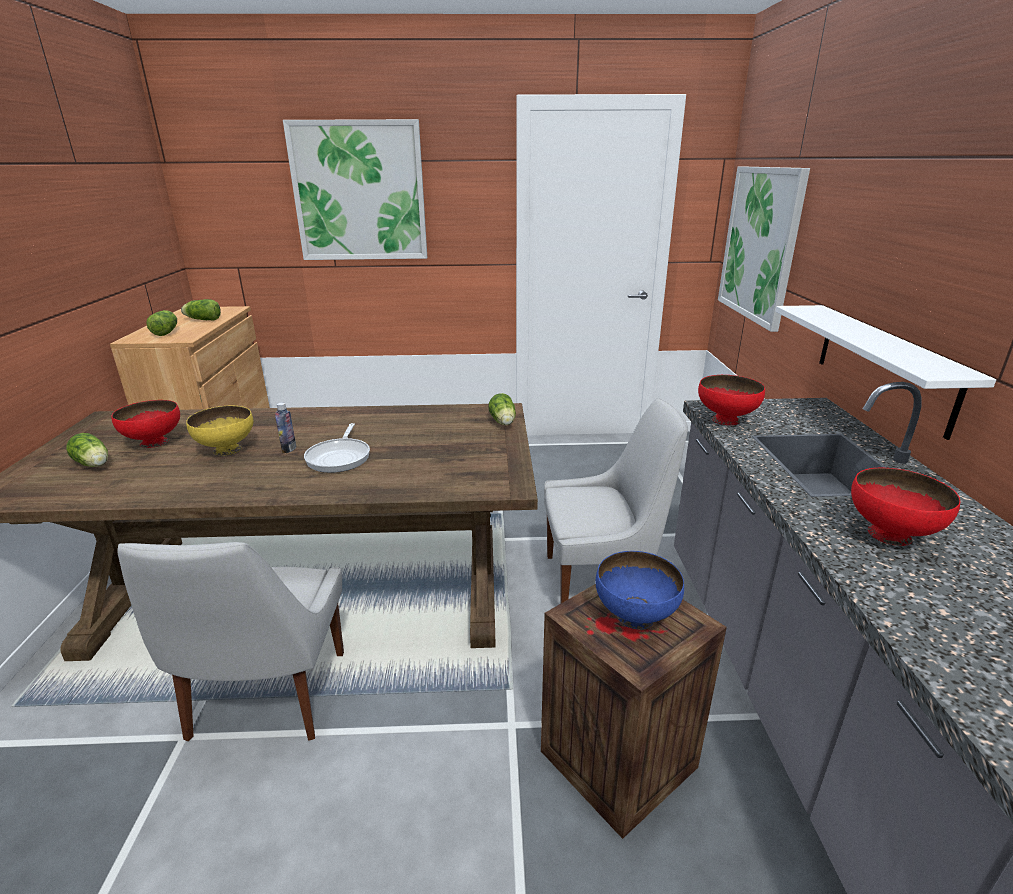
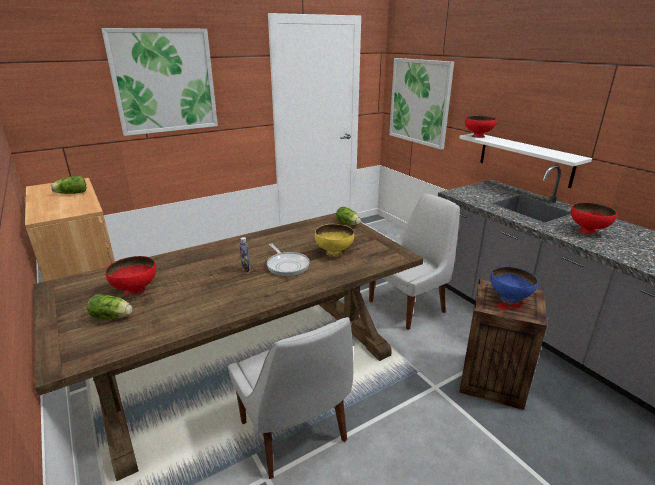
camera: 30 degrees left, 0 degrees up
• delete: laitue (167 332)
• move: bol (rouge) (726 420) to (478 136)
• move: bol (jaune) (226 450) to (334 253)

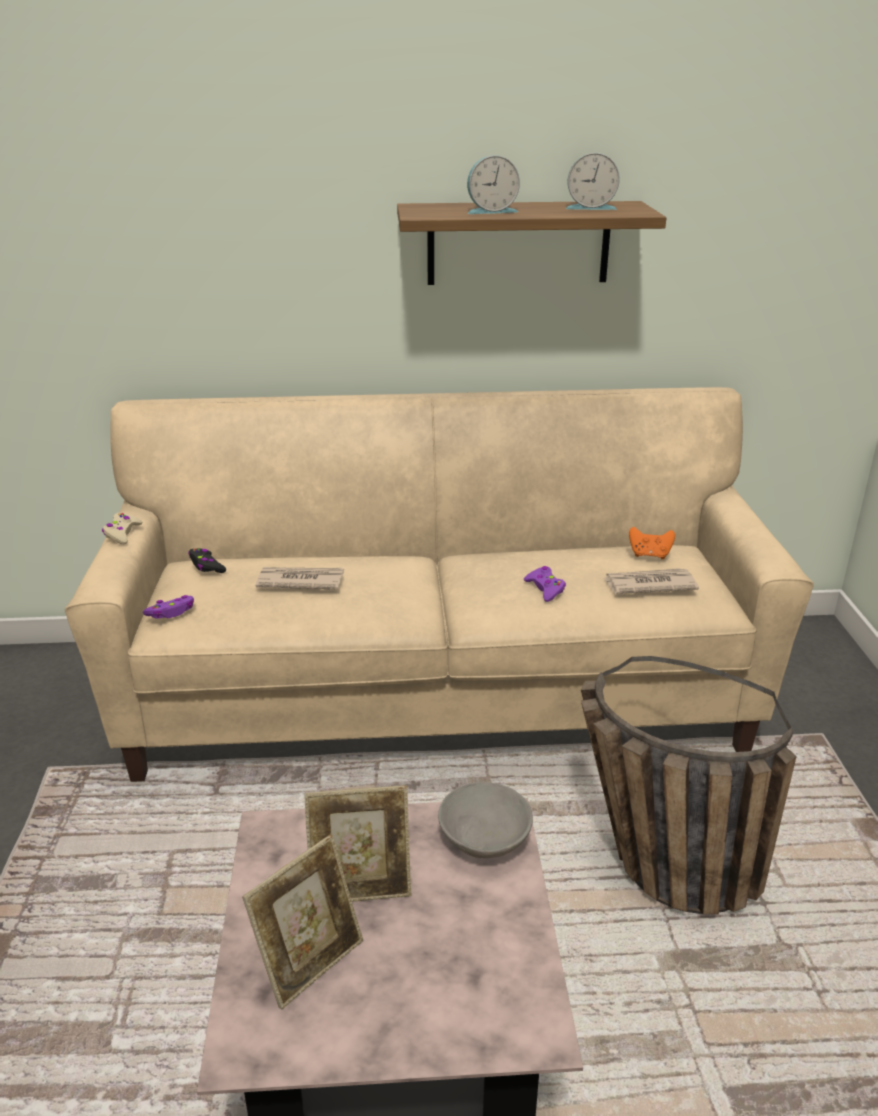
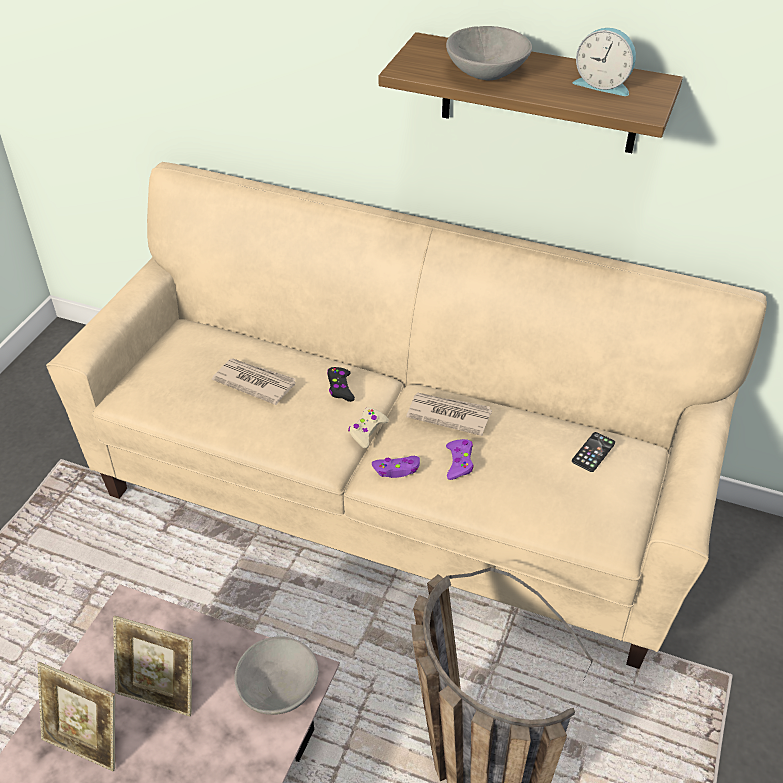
camera: 25 degrees right, 15 degrees up
• replace: réveil (490 211) to bol (gris) (487 73)
• move: manette (beige) (122 533) to (367 431)
• replace: manette (orange) (649 555) to téléphone (593 452)
• move: manette (noir) (206 566) to (340 388)
• move: journal (648 584) to (448 415)
• move: manette (violet) (171 612) to (397 470)
• rotate: cadre photo (310 961) = (87 740) 45 degrees clockwise

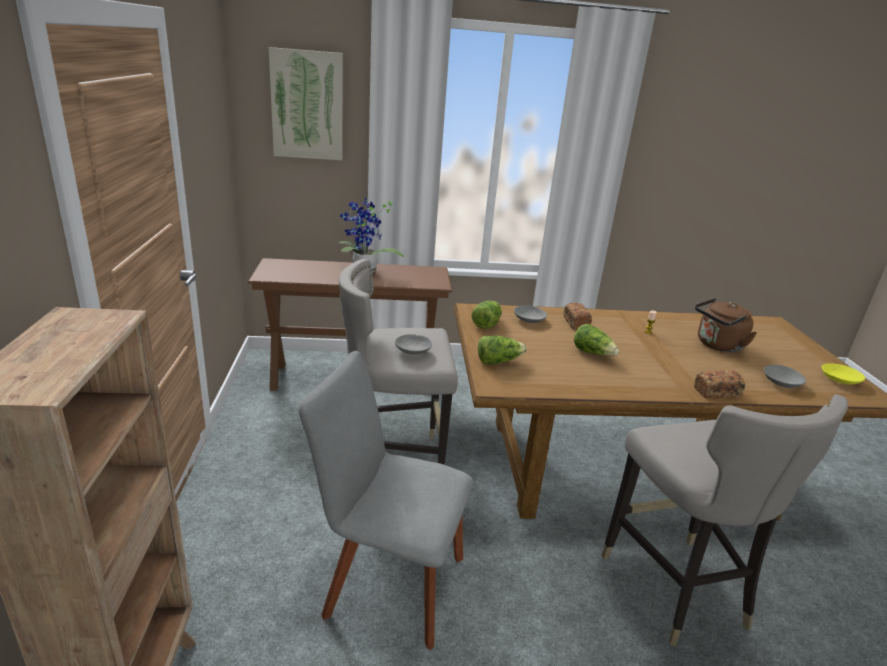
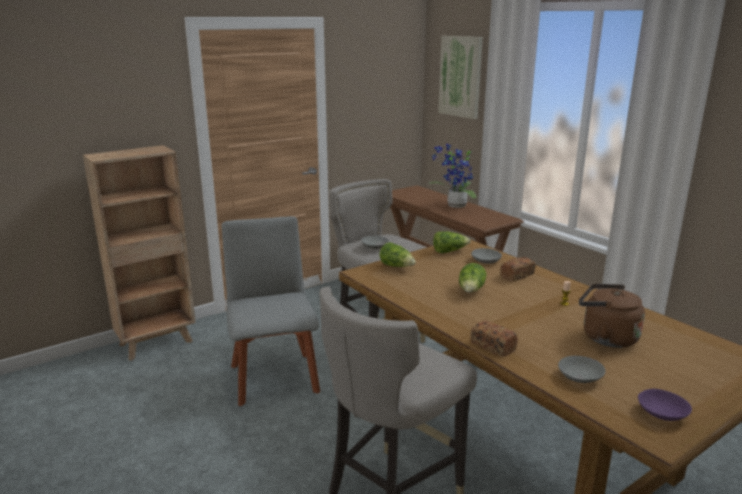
camera: 60 degrees right, 5 degrees down
• recolor: bol (jaune) (839 380) to bol (violet) (662 412)

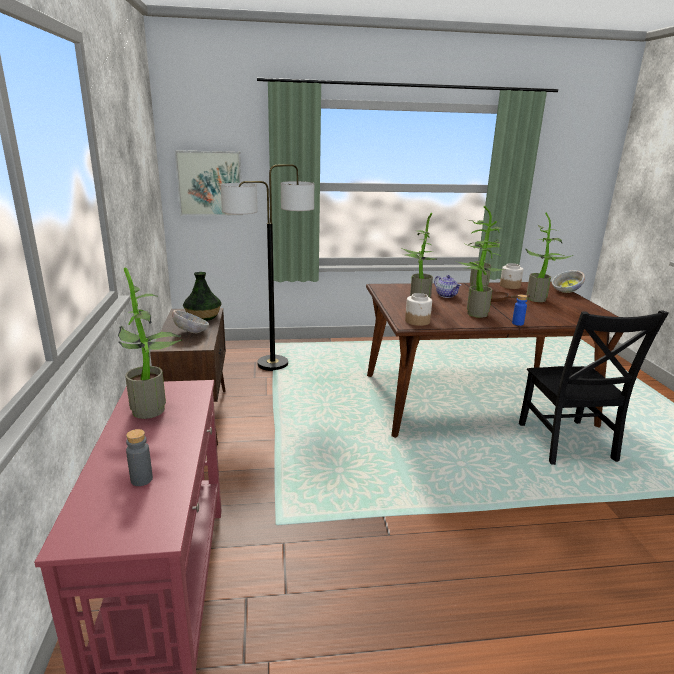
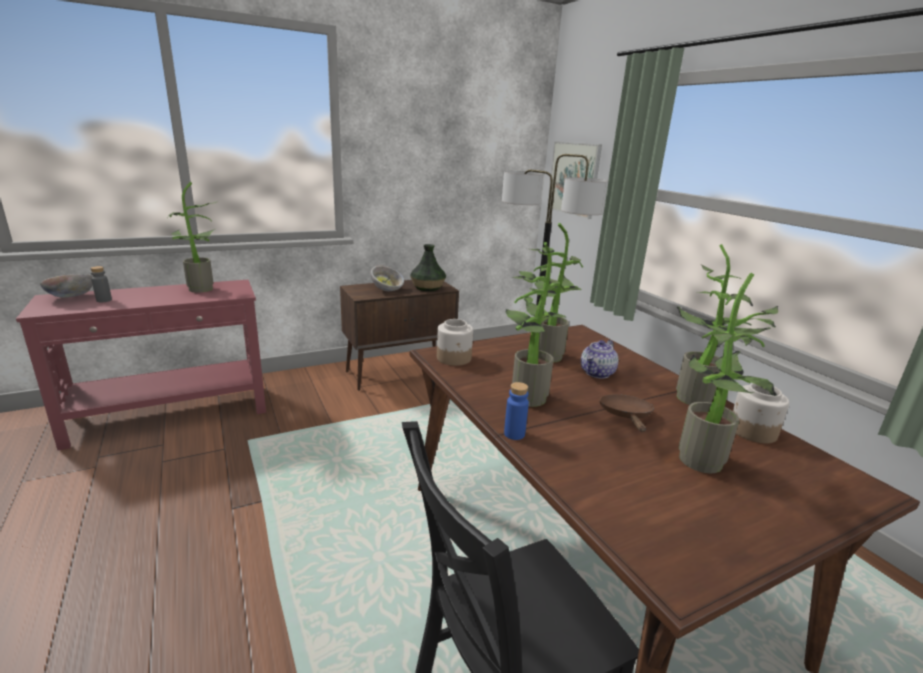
camera: 70 degrees right, 0 degrees up
• move: bol (566 291) to (71 298)

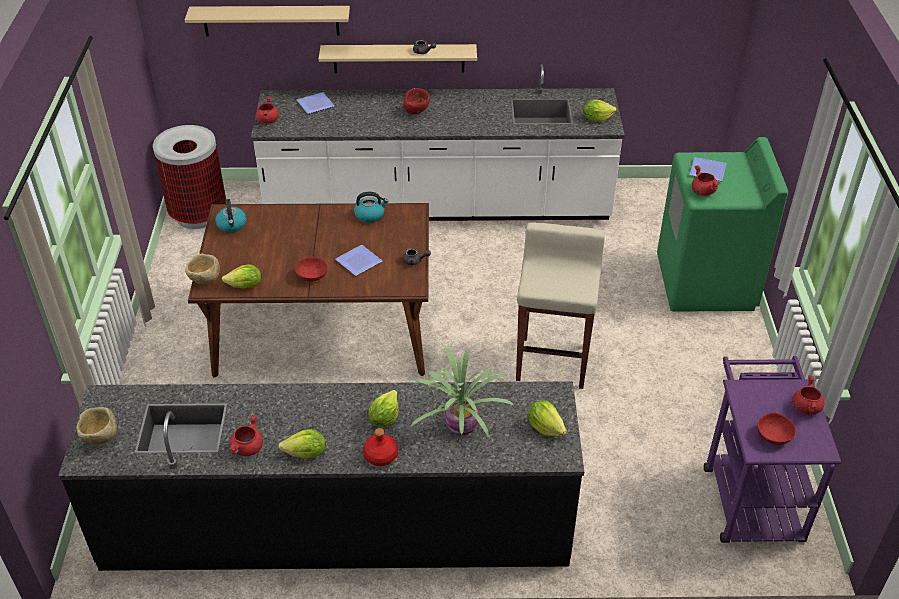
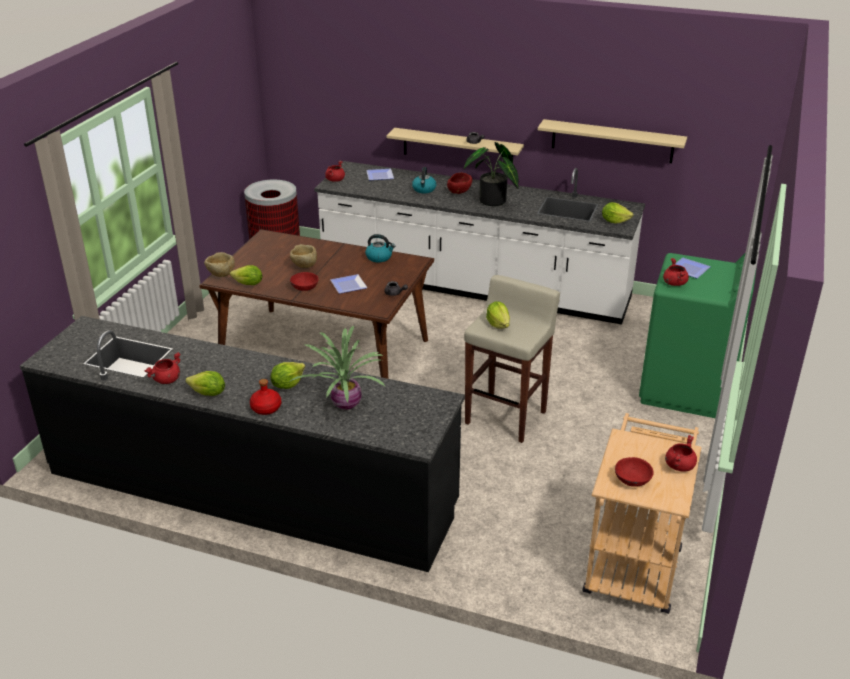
camera: 20 degrees right, 10 degrees down
• move: étagère (beige) (271 20) to (612 141)
• move: bouilloire (232 225) to (424 189)
• recolor: chariot (violet) (750 494) to chariot (beige) (634 562)
• move: laitue (545 427) to (498 324)
• move: bol (beige) (100 437) to (304 266)
• insert: plante en pot (493 202)

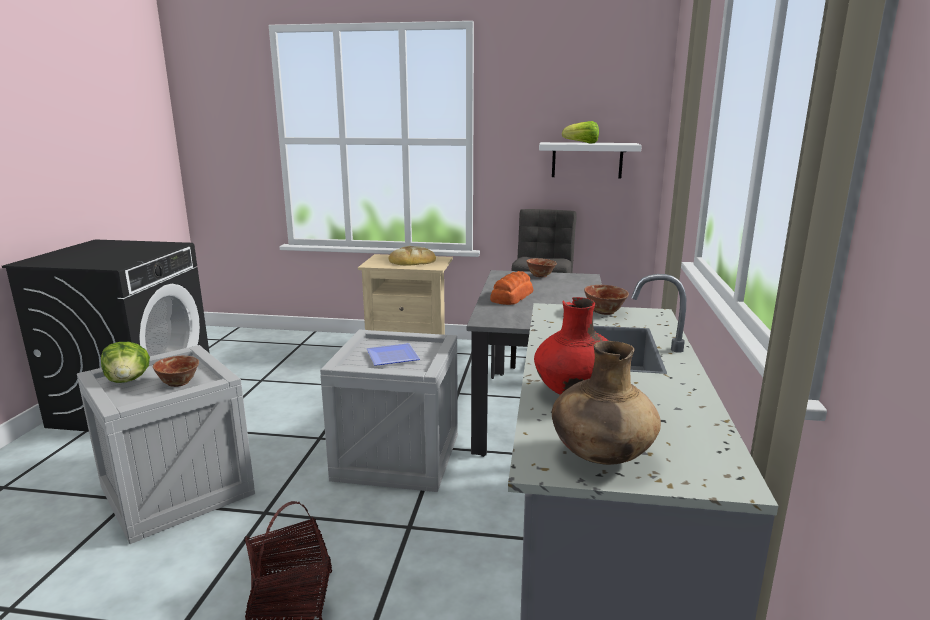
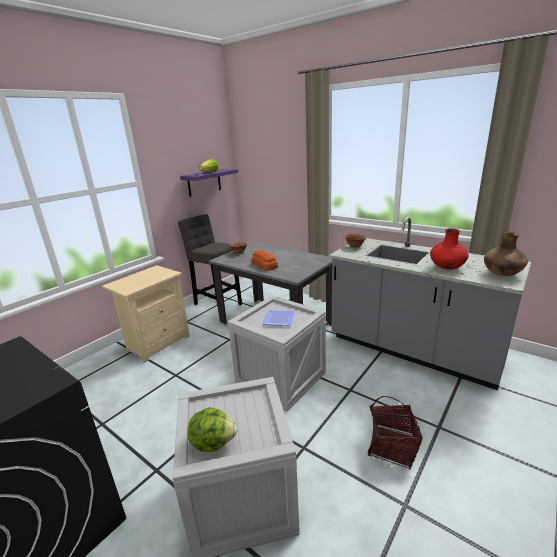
camera: 60 degrees left, 5 degrees up
• recolor: étagère (blanc) (587 160) to étagère (violet) (204 182)
• delete: pain (411 260)
• delete: bol (179 383)

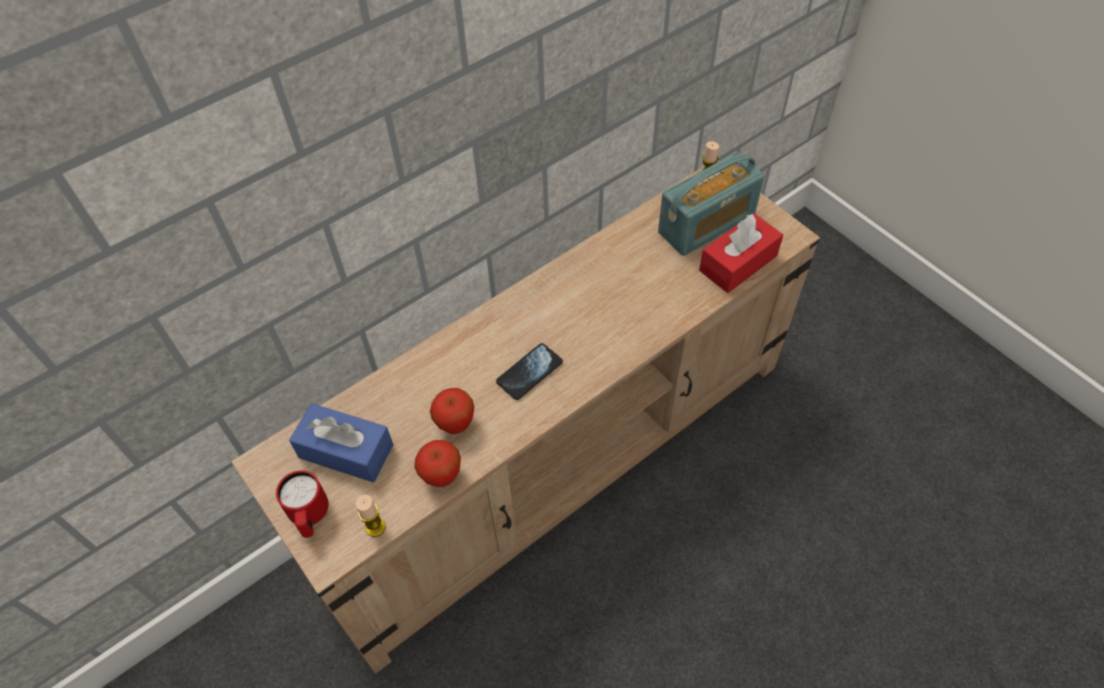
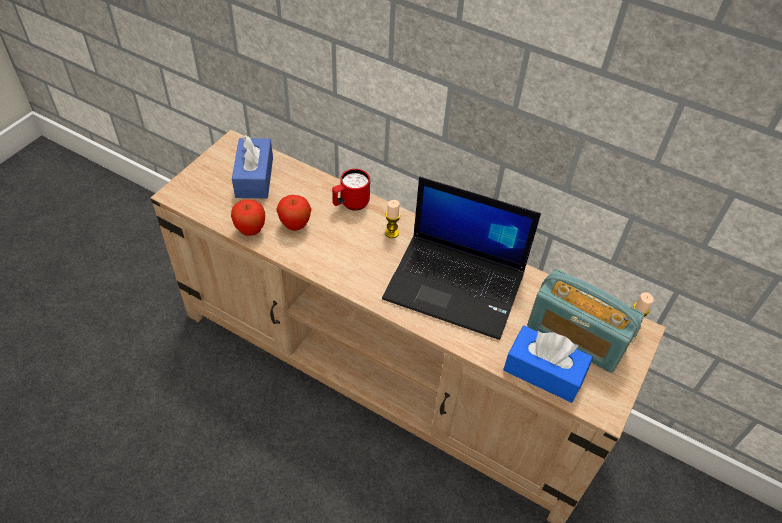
camera: 65 degrees right, 5 degrees down
• recolor: boîte à mouchoirs (rouge) (738 263) to boîte à mouchoirs (bleu) (544 372)
• delete: téléphone (529 372)
• move: mug (rouge) (310 517) to (350 204)
• move: bougie (375 527) to (391 233)
• insert: ordinateur portable (457 285)

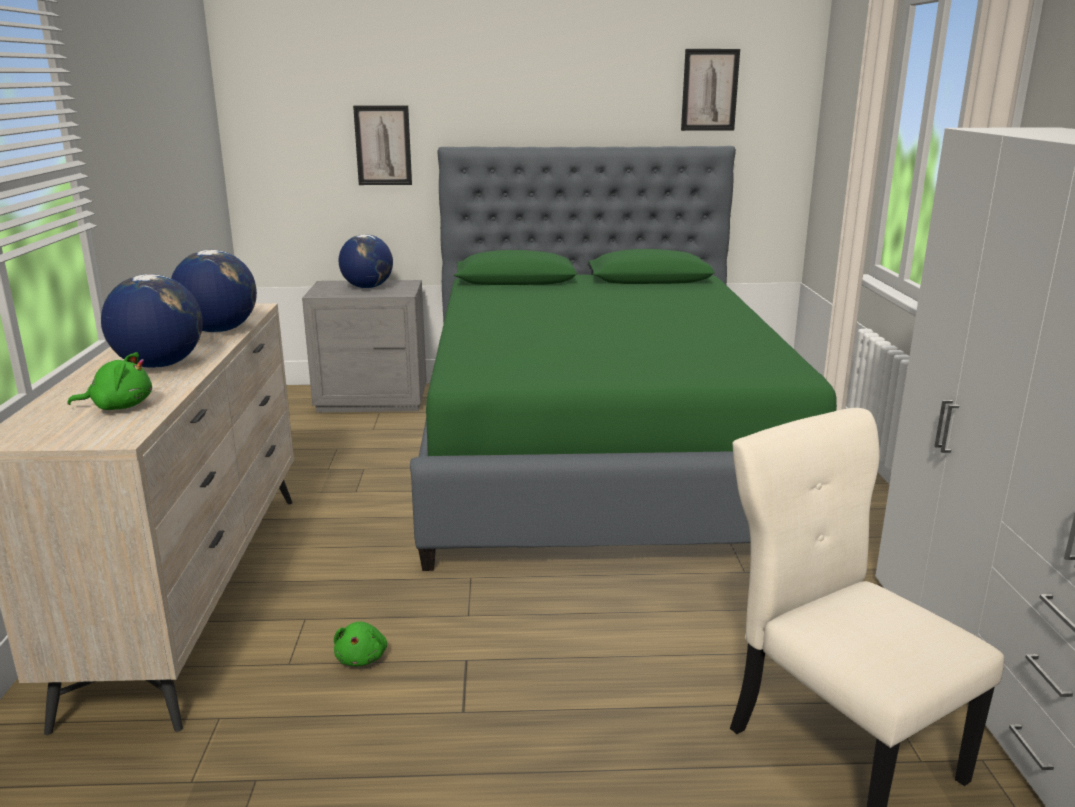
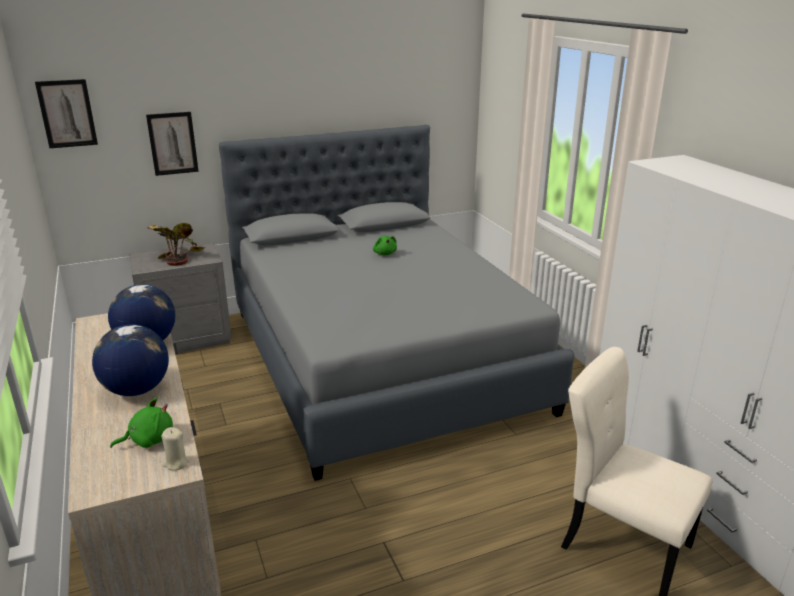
camera: 20 degrees left, 5 degrees up
• move: tableau (709 90) to (67 113)
• recolor: lit (vert) (601 454) to lit (gris) (381 358)
• replace: globe (367 287) to plante en pot (177 256)
• move: peluche (vert) (362 658) to (384 253)
• insert: bougie (beige) (176 463)

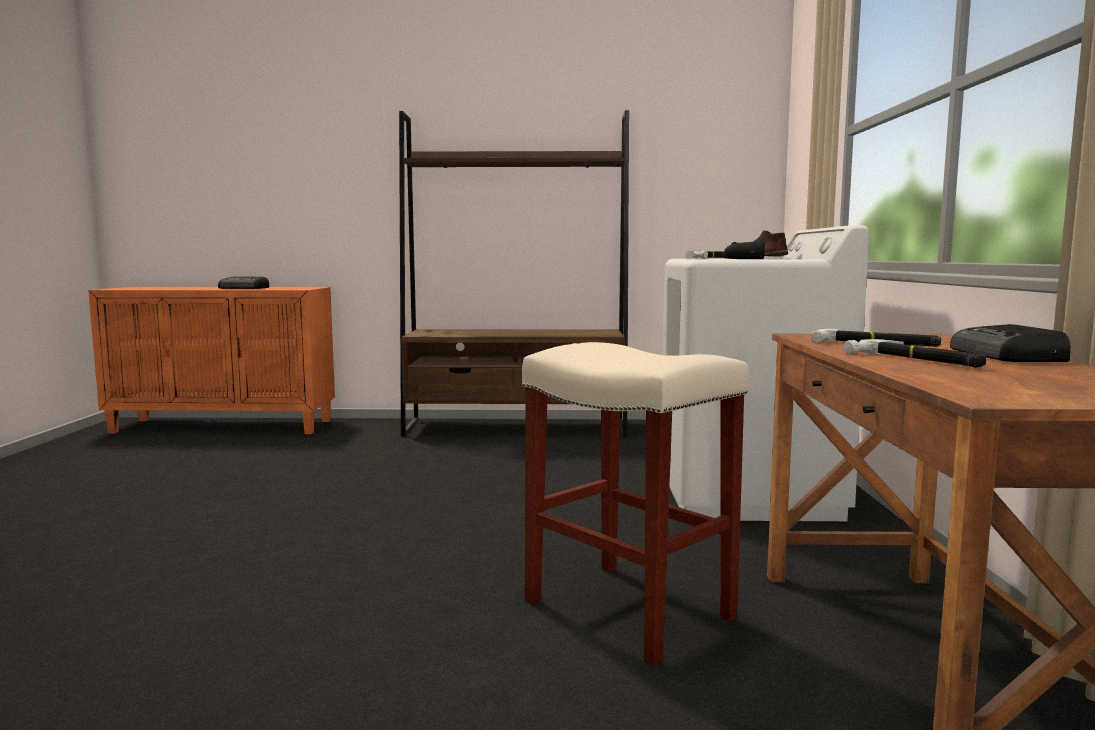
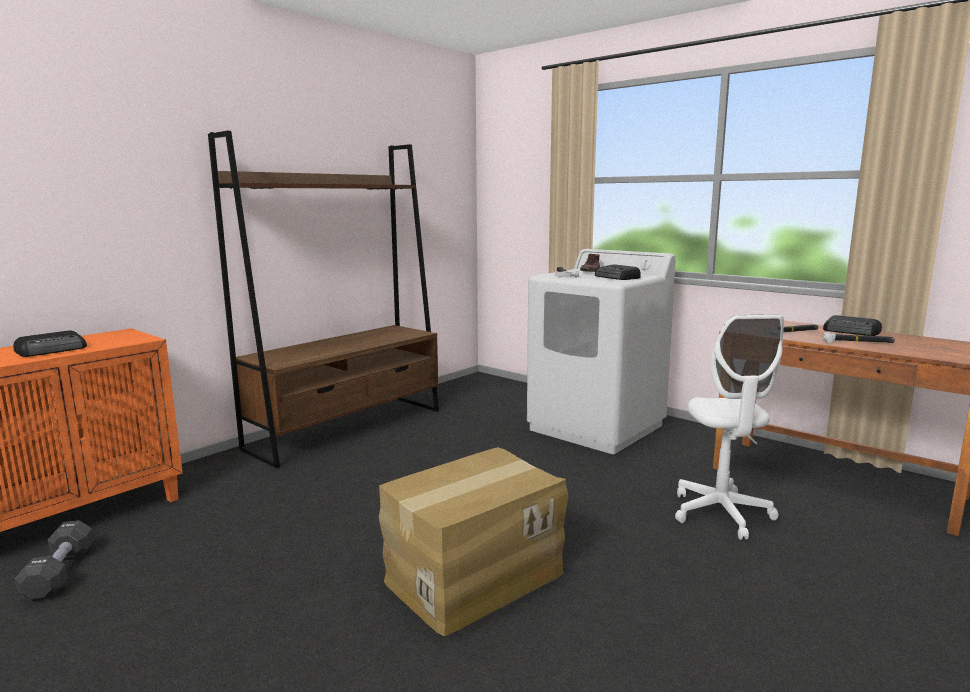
camera: 50 degrees left, 5 degrees up
• replace: tabouret (beige) (625 609) to chaise de bureau (blanc) (721 513)
• insert: carton (473 576)
• insert: haltère (noir) (60 574)

